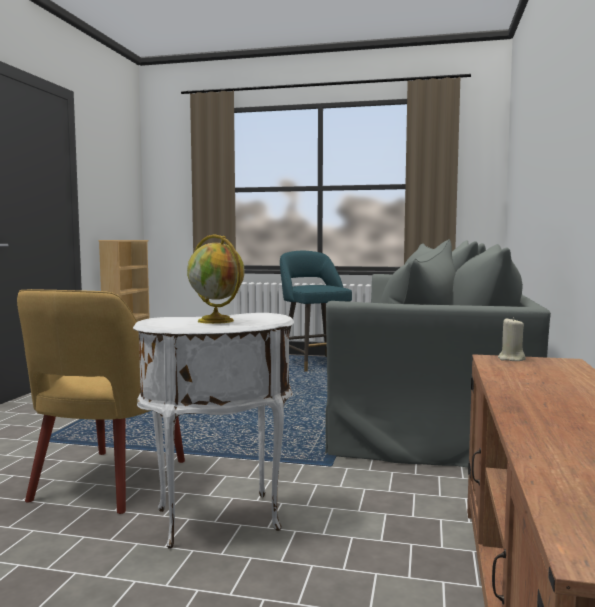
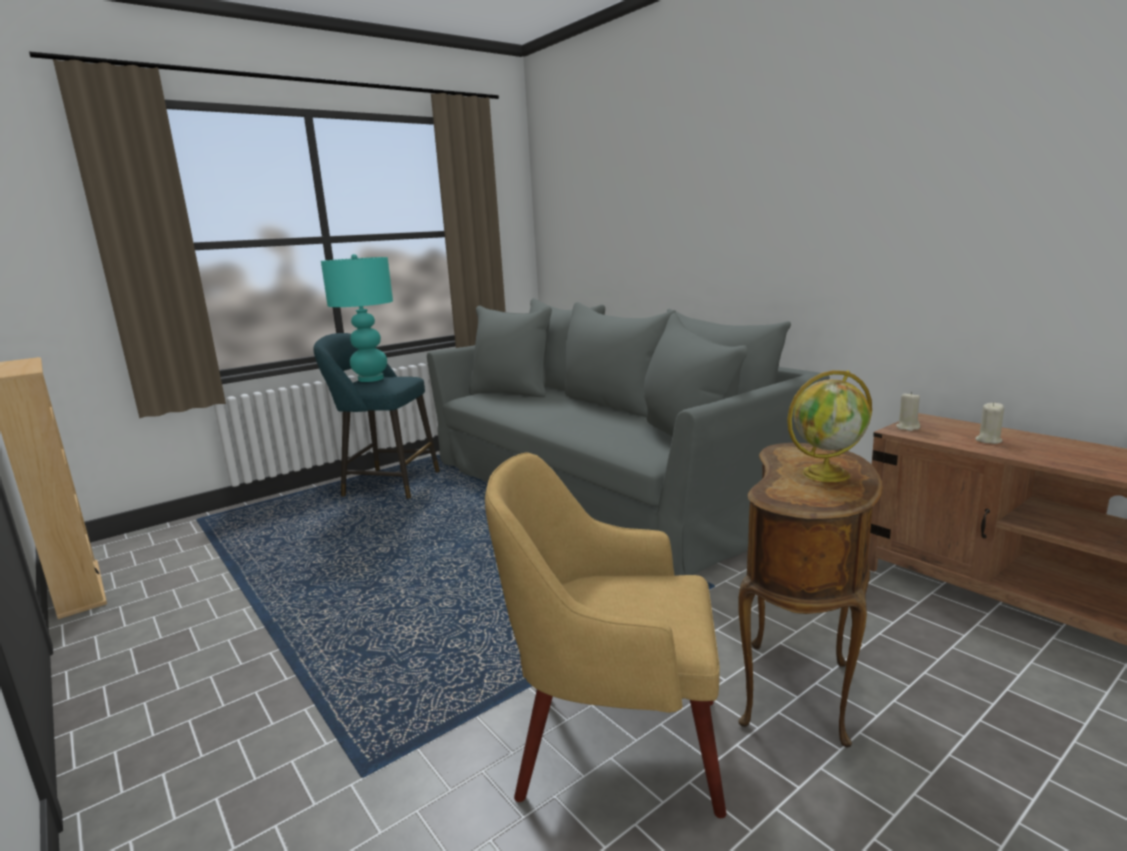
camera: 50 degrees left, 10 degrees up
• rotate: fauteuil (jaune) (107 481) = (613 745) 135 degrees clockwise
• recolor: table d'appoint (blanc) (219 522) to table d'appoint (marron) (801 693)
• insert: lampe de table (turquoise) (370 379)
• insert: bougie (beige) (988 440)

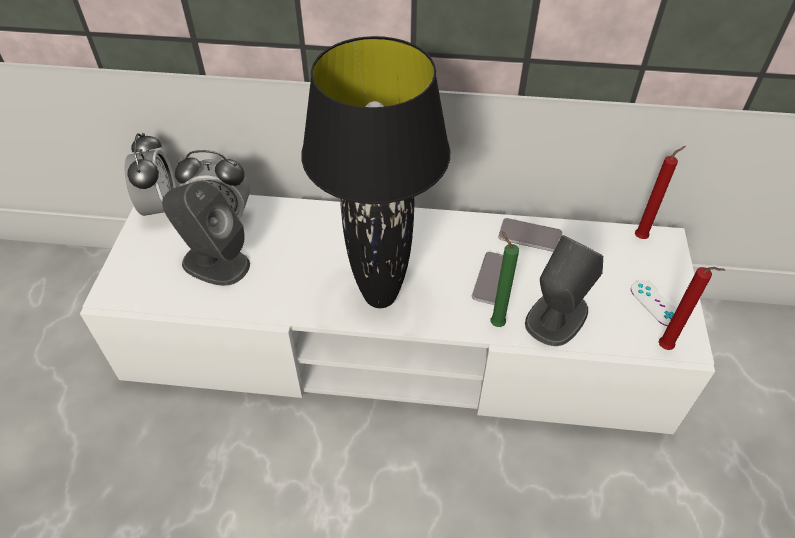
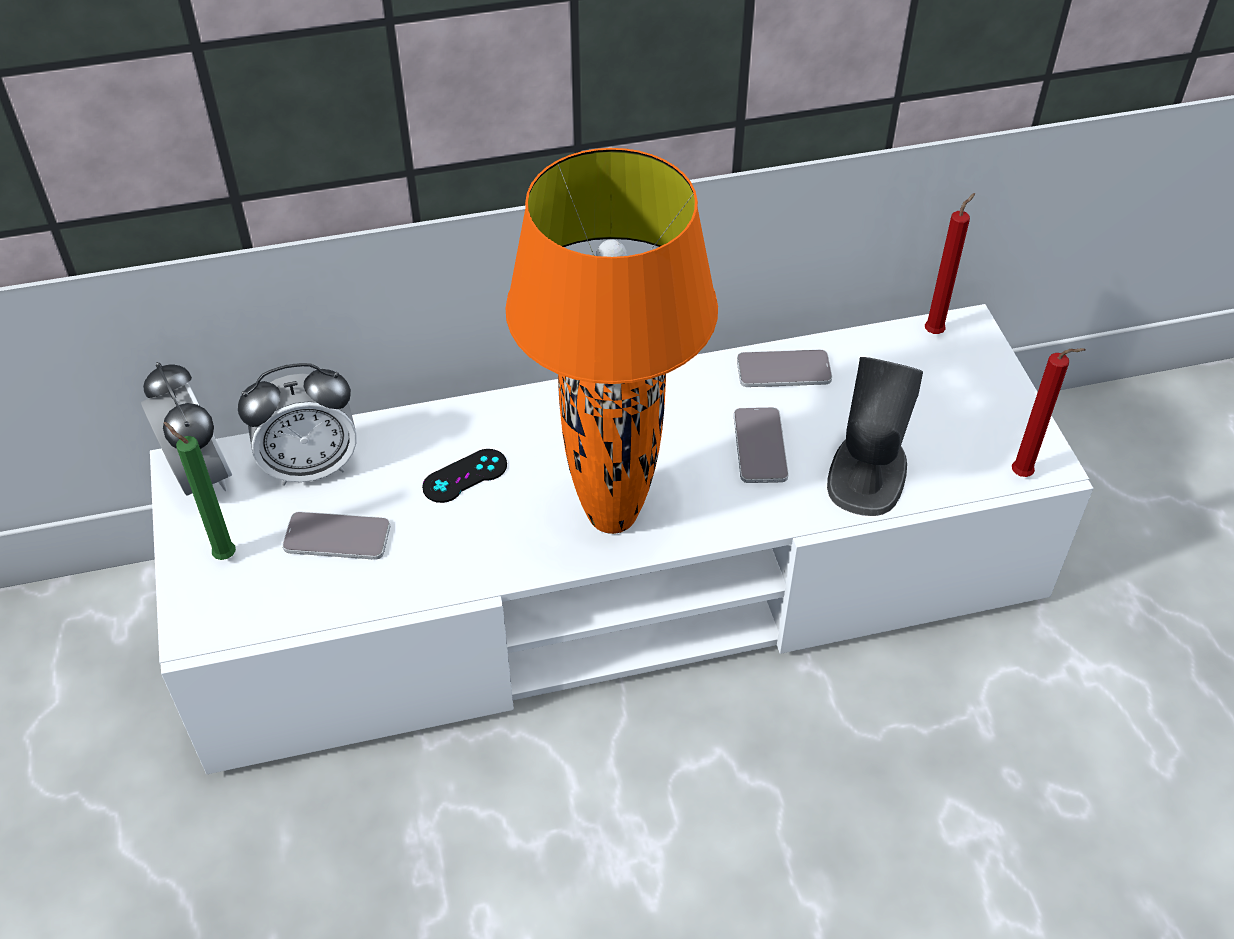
camera: 20 degrees left, 0 degrees up
• recolor: lampe de table (noir) (381 296) to lampe de table (orange) (613 515)
• replace: enceinte (gris) (215 263) to téléphone (337 537)
• move: bougie (vert) (495 323) to (222 554)
• delete: manette (blanc) (655 303)
• insert: manette (noir) (465 476)

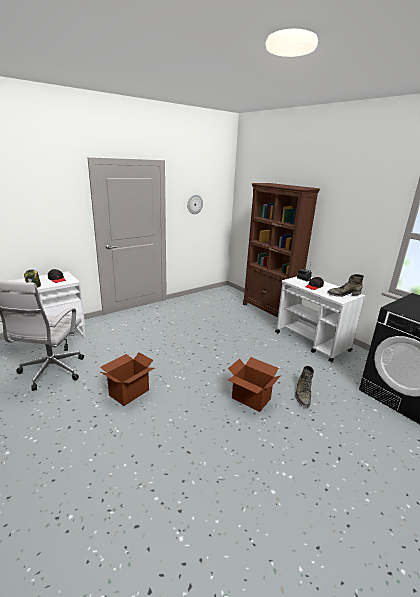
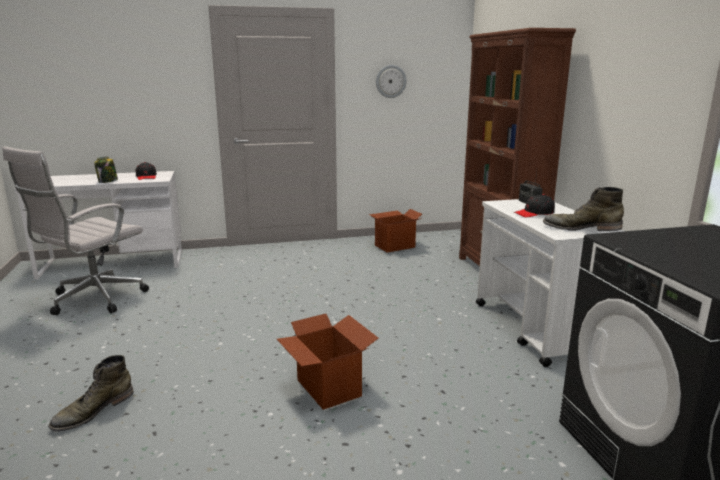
camera: 25 degrees right, 5 degrees down
• move: carton (128 392) to (394 246)
• move: botte (vert) (303 395) to (93 411)

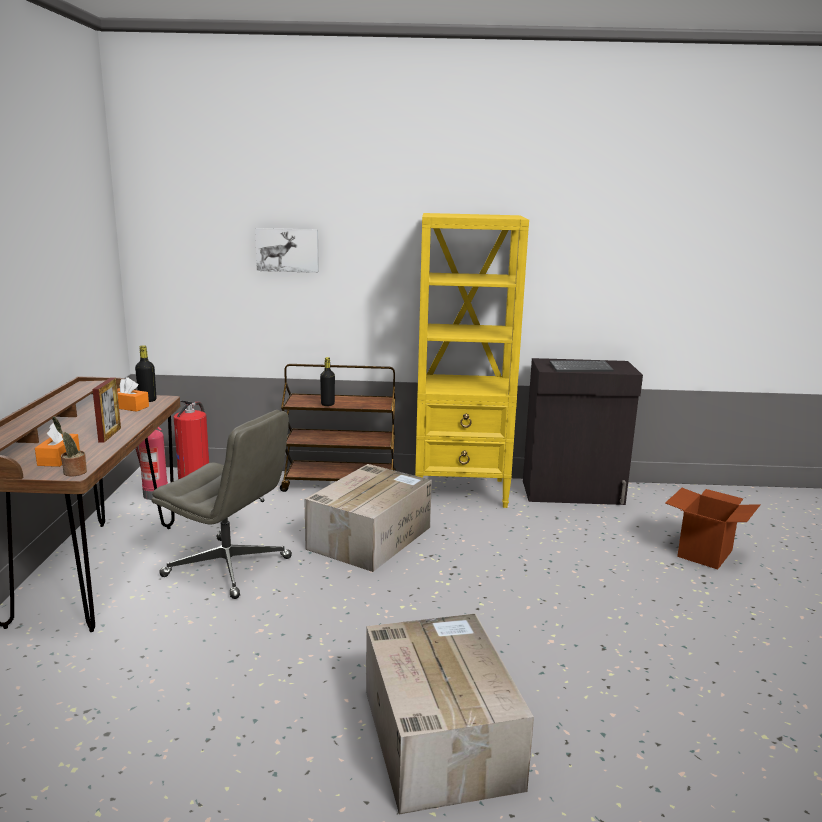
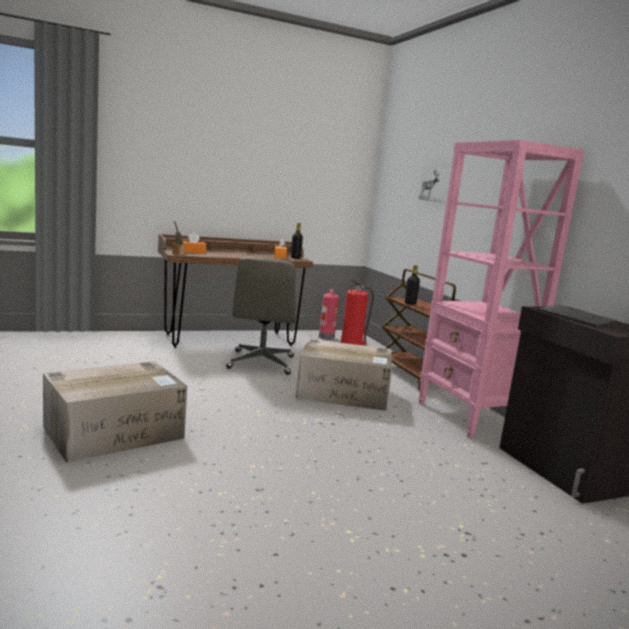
camera: 65 degrees right, 5 degrees down
• recolor: bibliothèque (jaune) (461 492) to bibliothèque (rose) (470 418)
• delete: cadre photo (110 435)
• delete: carton (704 553)

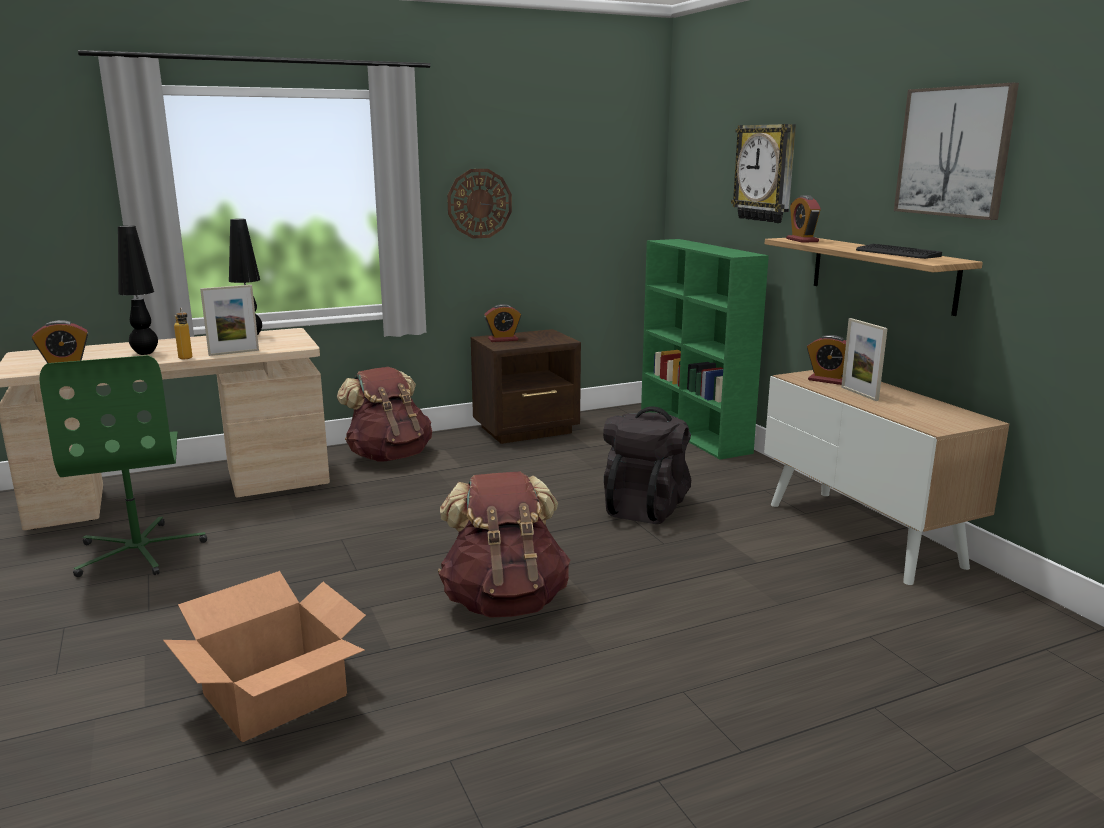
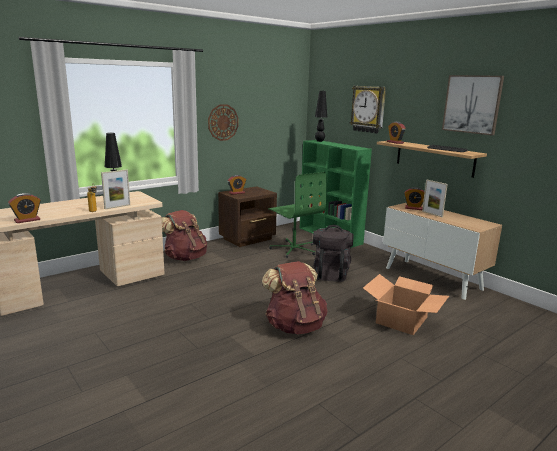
camera: 15 degrees left, 0 degrees up
• move: lampe de table (noir) (145 353) to (319 141)
• move: chaise de bureau (vert) (139 551) to (294 249)
• move: carton (276 695) to (402 320)

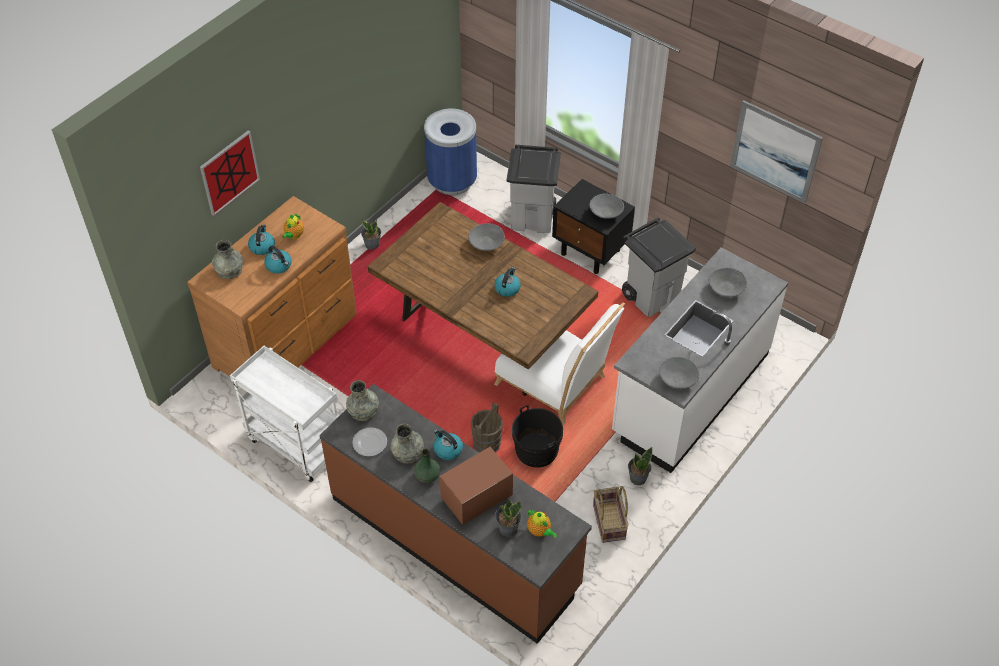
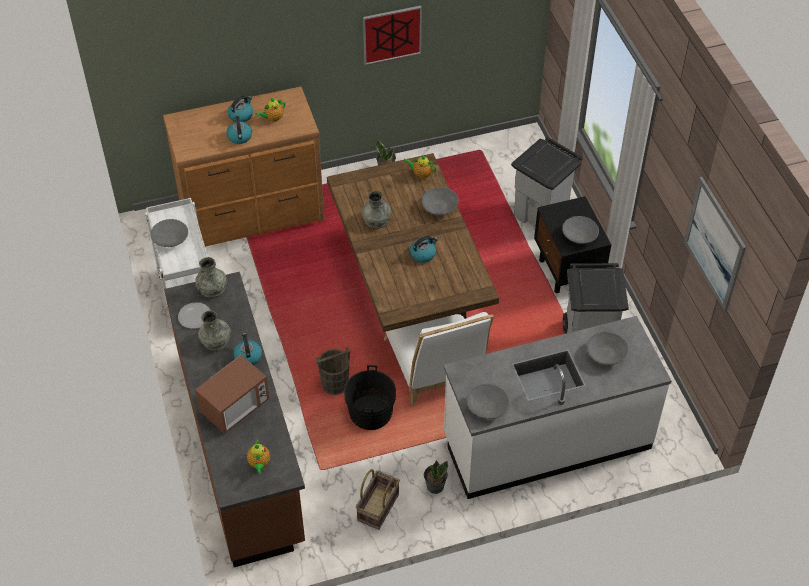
camera: 35 degrees right, 0 degrees up
• delete: poubelle (bleu) (452 181)
• move: tableau (229 172) to (392 34)
• move: vase (gris) (229 269) to (376 219)
• rotate: micro-ondes (476 497) = (235 407) 135 degrees clockwise
• delete: vase (vert) (427 476)
• delete: plante en pot (507 528)
• insert: théière (421 174)
• insert: bol (gris) (170 239)

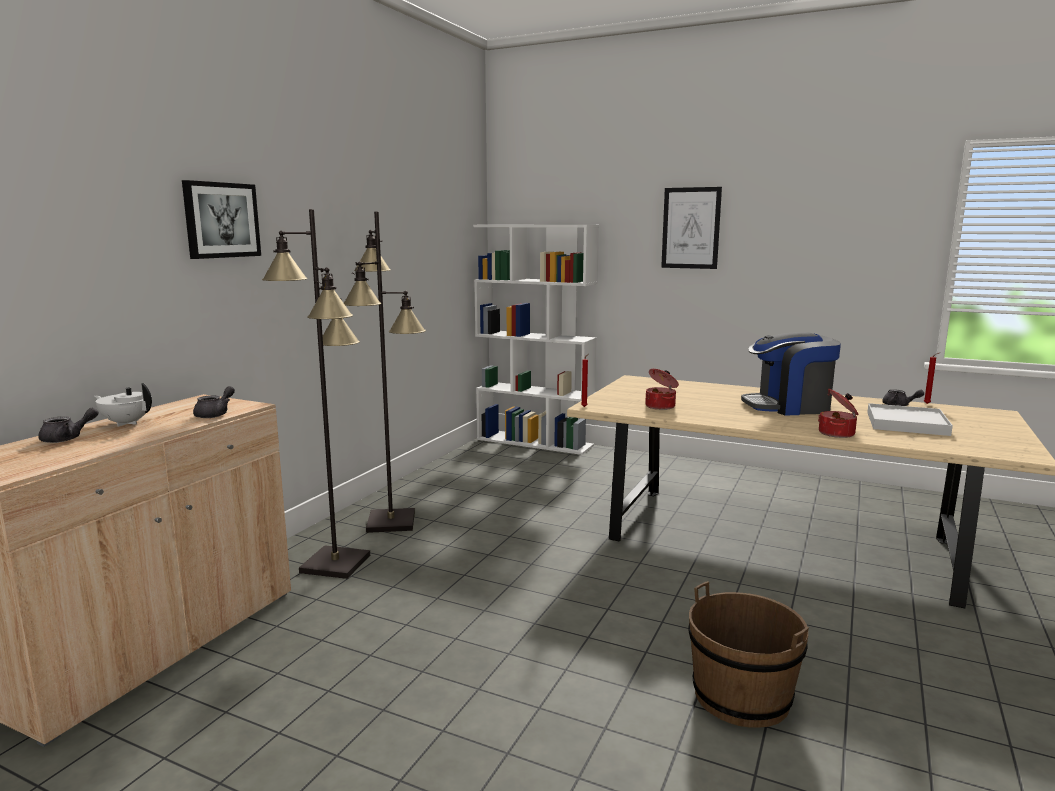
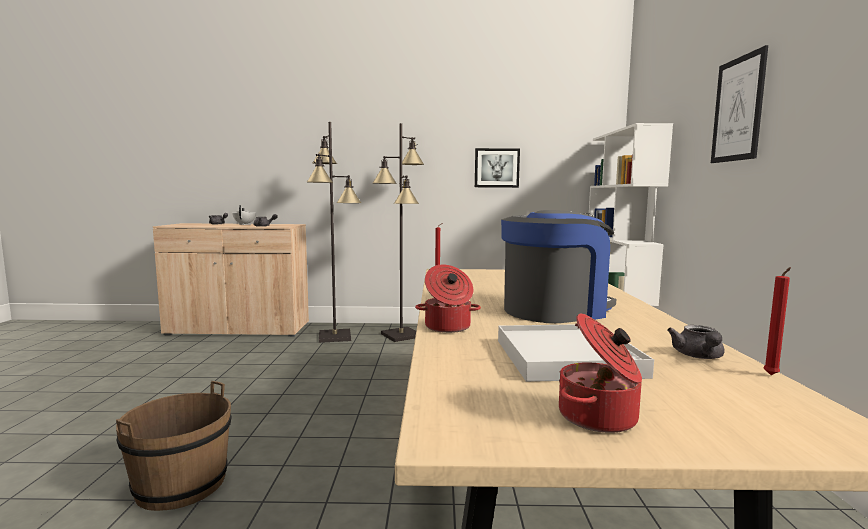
camera: 65 degrees right, 5 degrees down
• move: tableau (221 220) to (496 168)
• rotate: machine à café (788 406) = (555 310) 90 degrees clockwise
• move: marmite (661 406) to (599 417)

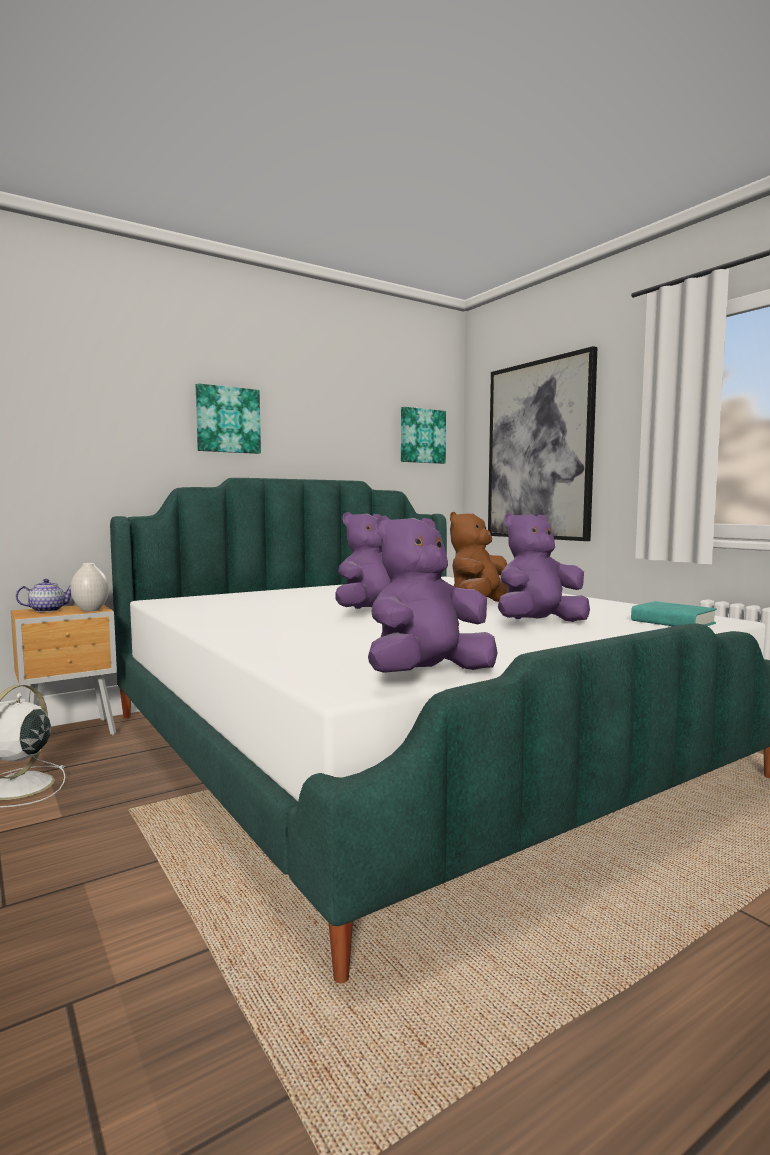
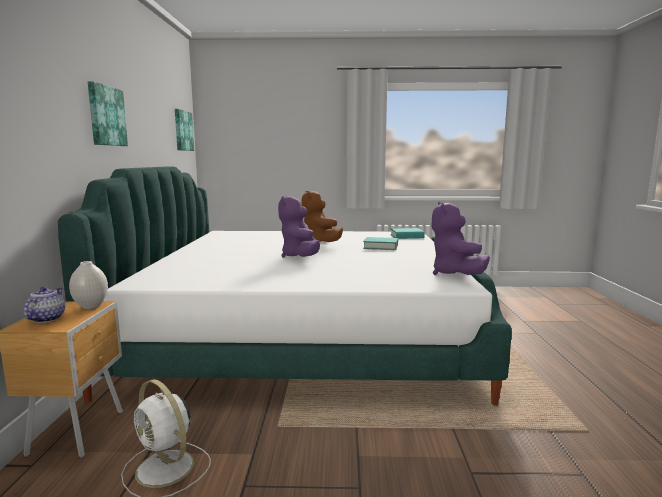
camera: 55 degrees left, 5 degrees up
• delete: tableau (539 450)
• replace: peluche (violet) (538 624) to livre (turquoise) (380 247)

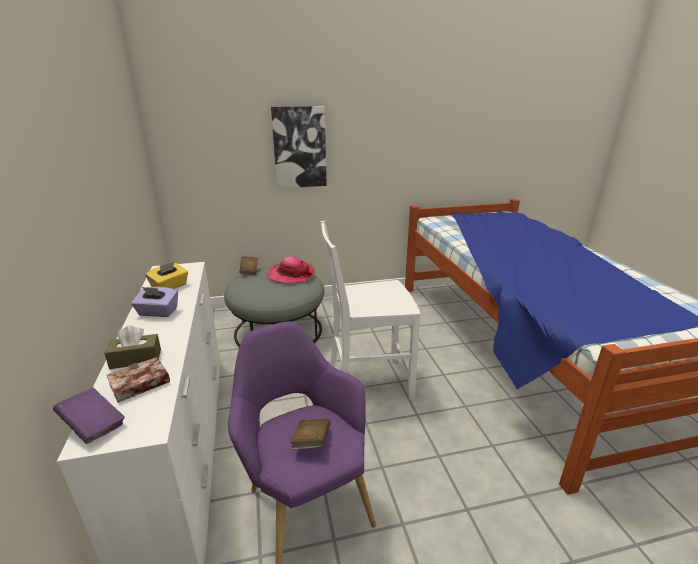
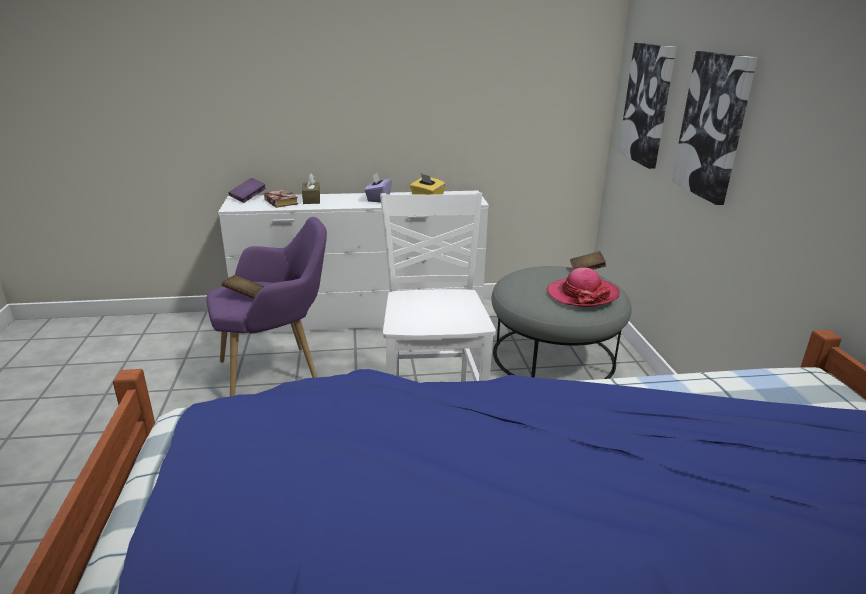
camera: 95 degrees right, 0 degrees up
• insert: tableau (648 104)

